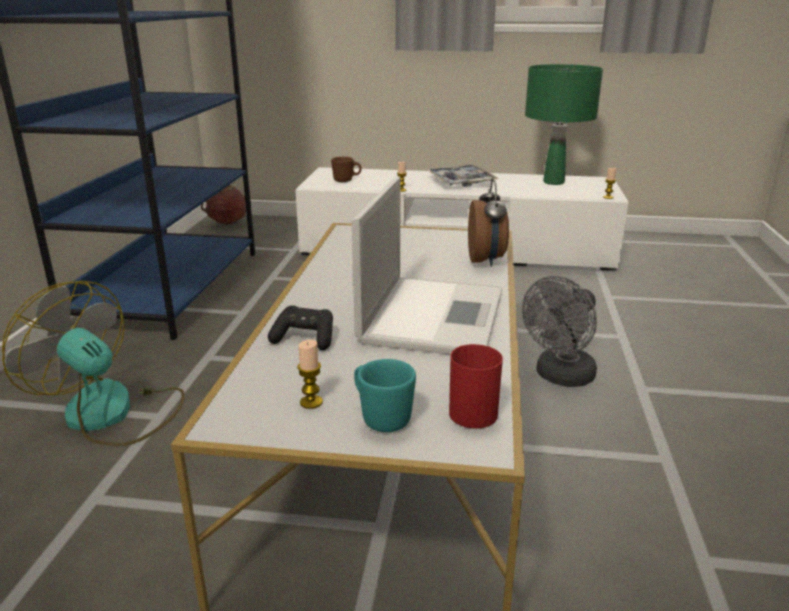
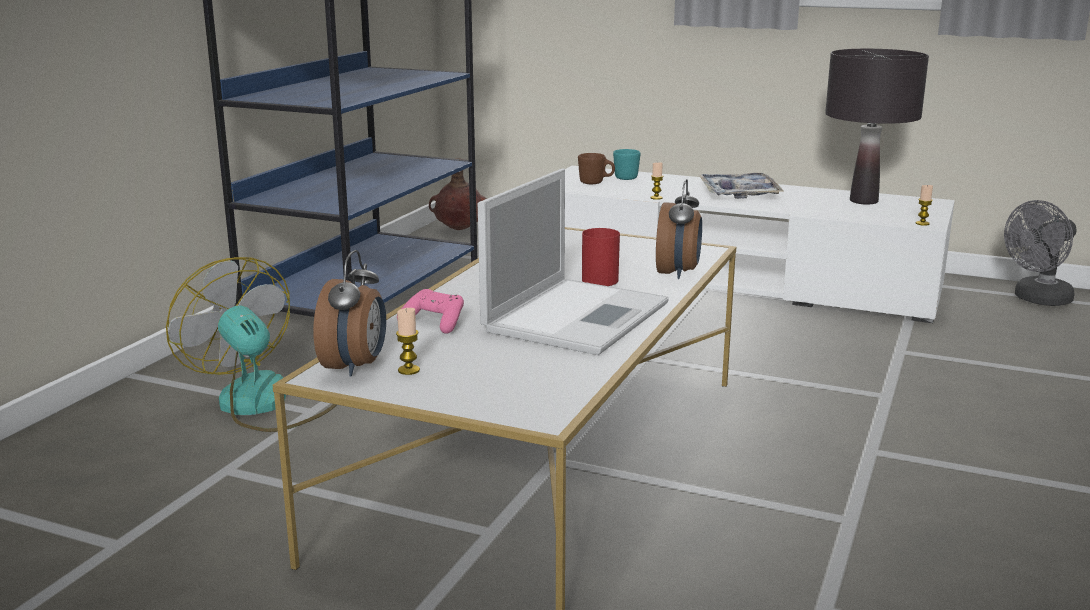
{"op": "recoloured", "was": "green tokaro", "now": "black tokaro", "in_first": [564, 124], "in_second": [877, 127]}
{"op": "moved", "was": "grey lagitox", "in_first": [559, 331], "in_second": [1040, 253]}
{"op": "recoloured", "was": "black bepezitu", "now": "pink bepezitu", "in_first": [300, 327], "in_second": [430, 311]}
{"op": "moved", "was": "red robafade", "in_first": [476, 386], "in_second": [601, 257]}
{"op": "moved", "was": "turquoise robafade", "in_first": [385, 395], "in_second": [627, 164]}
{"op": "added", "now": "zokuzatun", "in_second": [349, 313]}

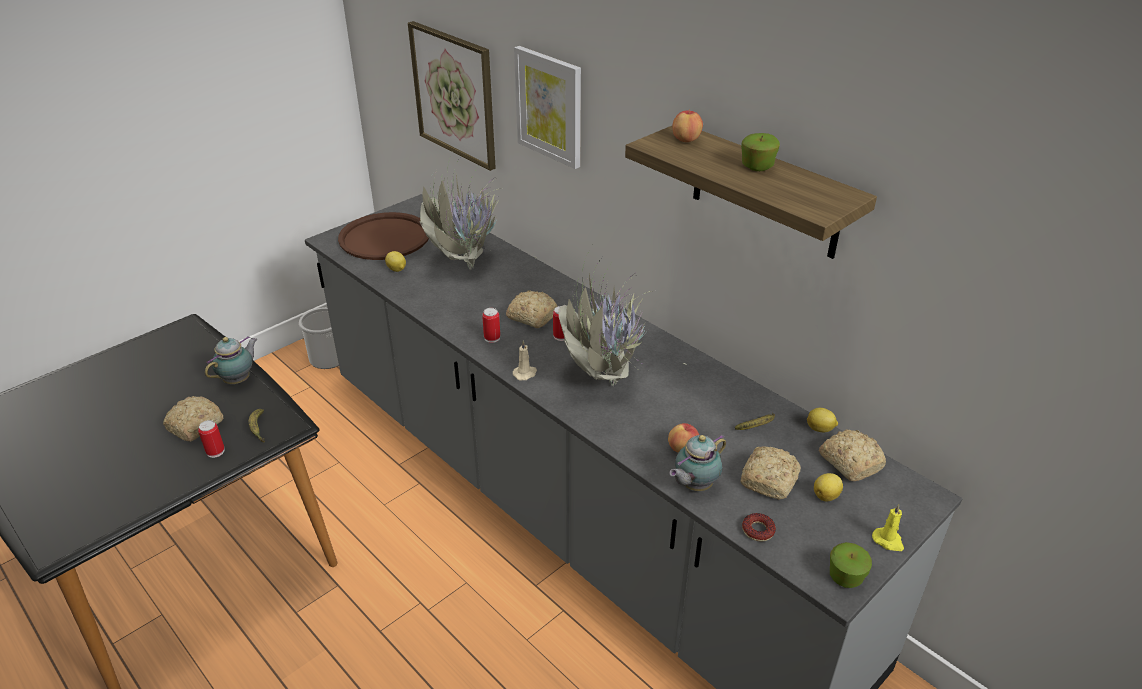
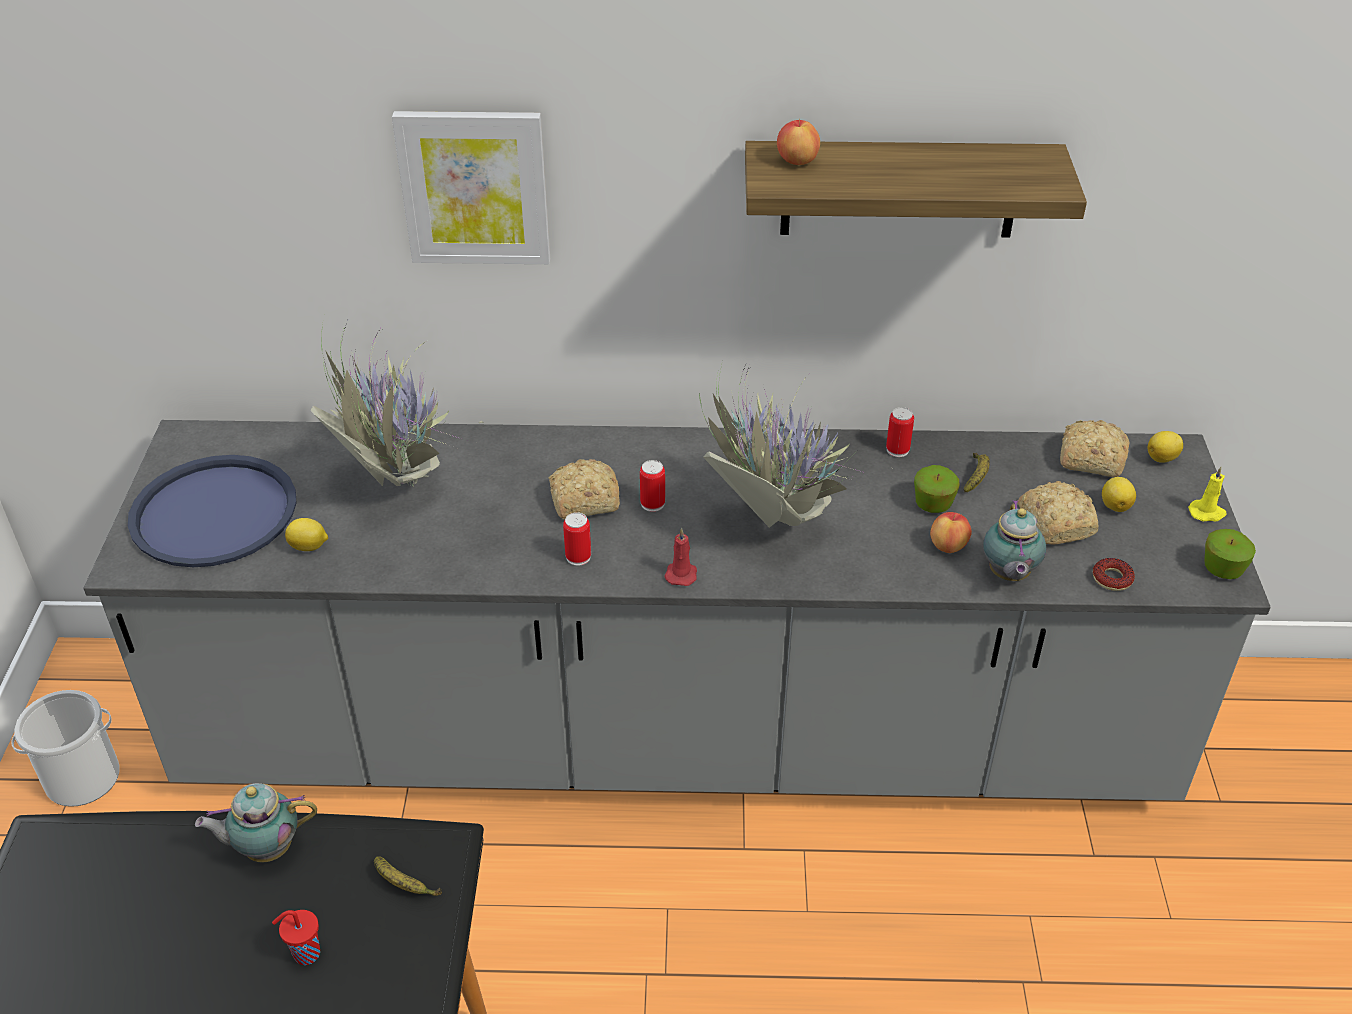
{"op": "removed", "was": "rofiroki", "in_first": [452, 96]}
{"op": "moved", "was": "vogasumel", "in_first": [760, 152], "in_second": [936, 489]}
{"op": "recoloured", "was": "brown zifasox", "now": "blue zifasox", "in_first": [383, 236], "in_second": [212, 511]}
{"op": "turned", "was": "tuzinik", "in_first": [231, 360], "in_second": [256, 823], "clockwise": -90}
{"op": "recoloured", "was": "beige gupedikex", "now": "red gupedikex", "in_first": [525, 360], "in_second": [680, 557]}
{"op": "replaced", "was": "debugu", "now": "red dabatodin", "in_first": [193, 419], "in_second": [296, 937]}
{"op": "moved", "was": "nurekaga", "in_first": [822, 420], "in_second": [1165, 447]}
{"op": "moved", "was": "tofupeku", "in_first": [211, 439], "in_second": [900, 432]}

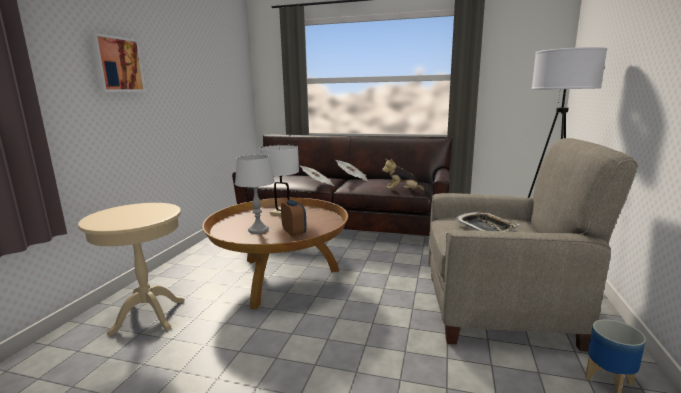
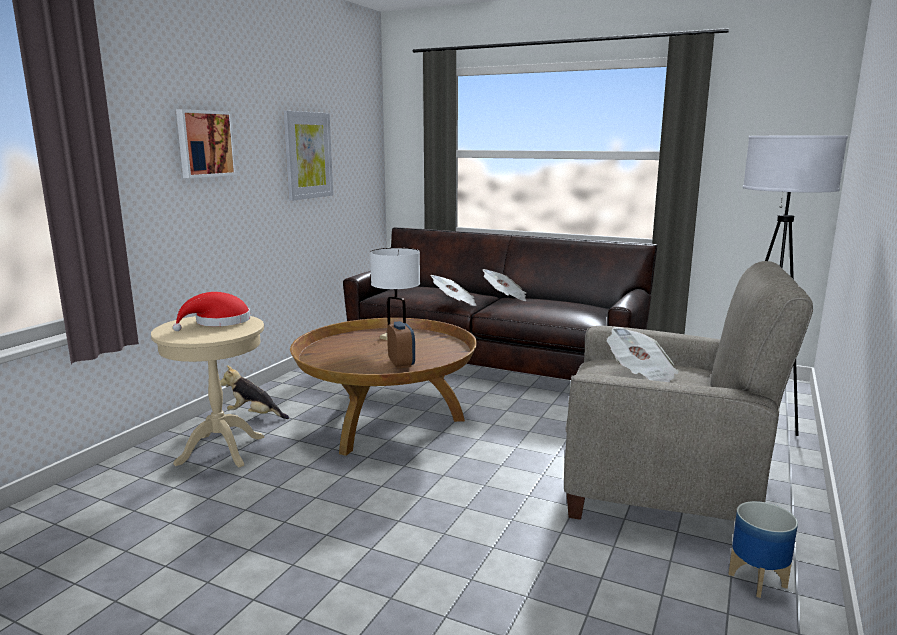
{"op": "removed", "was": "grey tokaro", "in_first": [255, 194]}
{"op": "moved", "was": "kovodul", "in_first": [405, 175], "in_second": [254, 392]}
{"op": "replaced", "was": "zifasox", "now": "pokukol", "in_first": [486, 221], "in_second": [643, 354]}
{"op": "added", "now": "rofiroki", "in_second": [308, 156]}
{"op": "added", "now": "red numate", "in_second": [211, 311]}

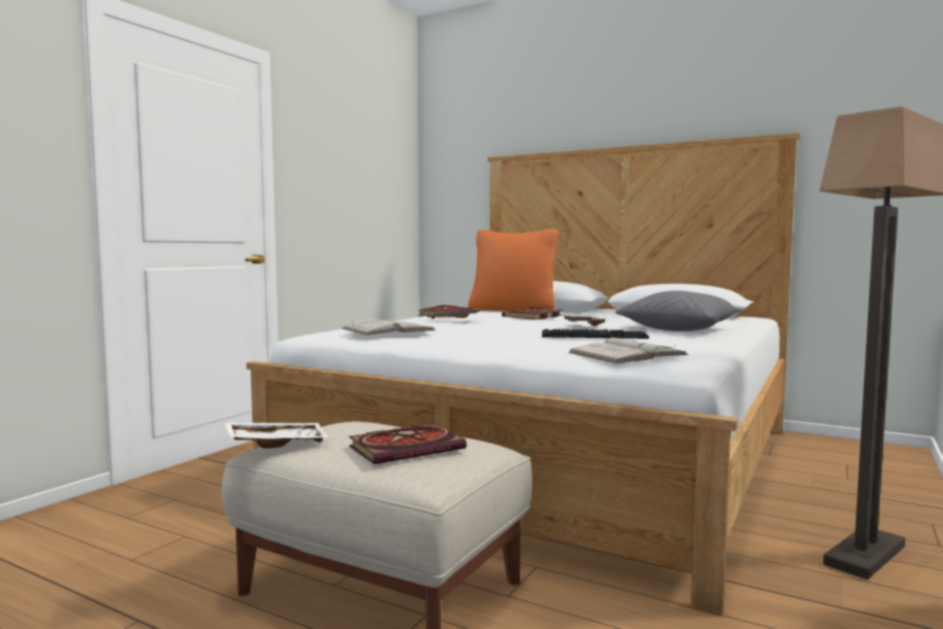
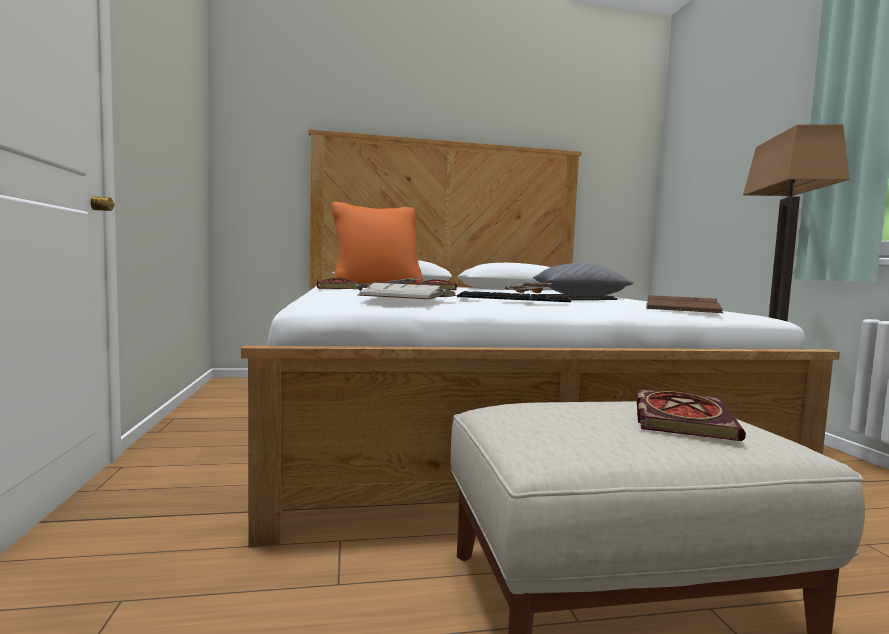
{"op": "recoloured", "was": "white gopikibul", "now": "brown gopikibul", "in_first": [628, 350], "in_second": [685, 304]}
{"op": "removed", "was": "white zifasox", "in_first": [277, 435]}
{"op": "added", "now": "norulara", "in_second": [514, 296]}

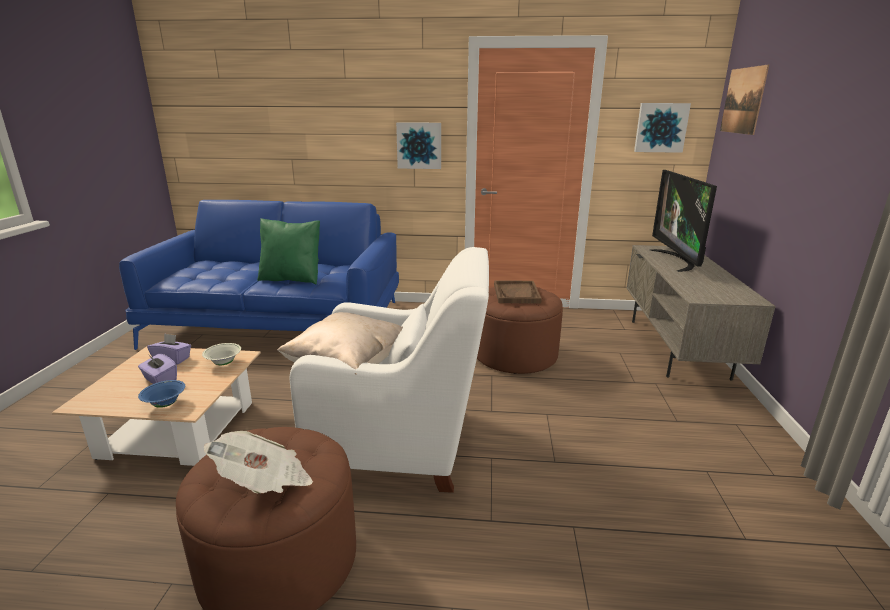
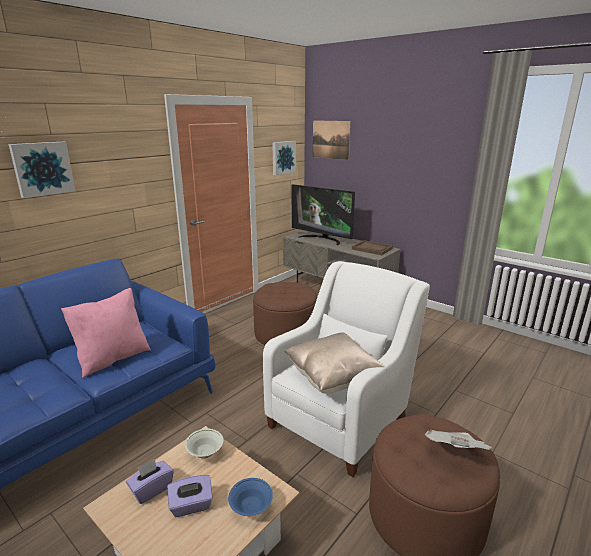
{"op": "moved", "was": "rofiroki", "in_first": [418, 145], "in_second": [41, 170]}
{"op": "recoloured", "was": "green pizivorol", "now": "pink pizivorol", "in_first": [288, 251], "in_second": [106, 333]}
{"op": "moved", "was": "brown zifasox", "in_first": [518, 292], "in_second": [372, 247]}

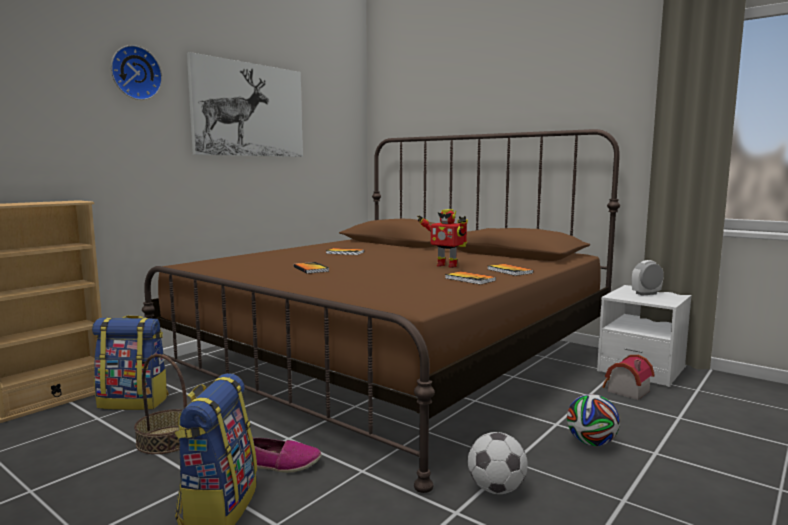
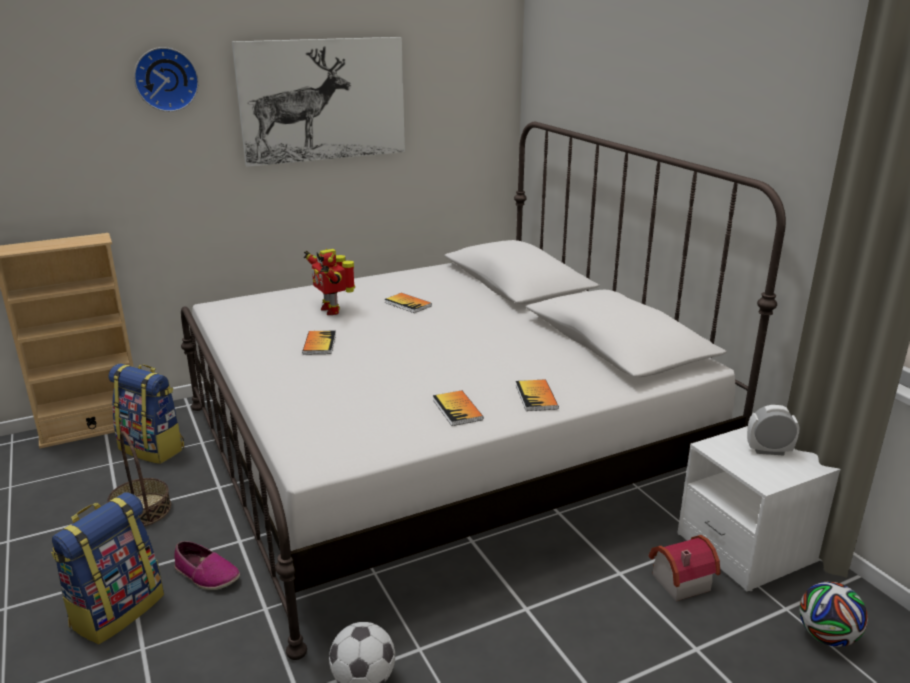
{"op": "recoloured", "was": "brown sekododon", "now": "white sekododon", "in_first": [381, 311], "in_second": [483, 391]}
{"op": "moved", "was": "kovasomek", "in_first": [442, 238], "in_second": [329, 282]}
{"op": "moved", "was": "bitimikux", "in_first": [593, 420], "in_second": [833, 614]}

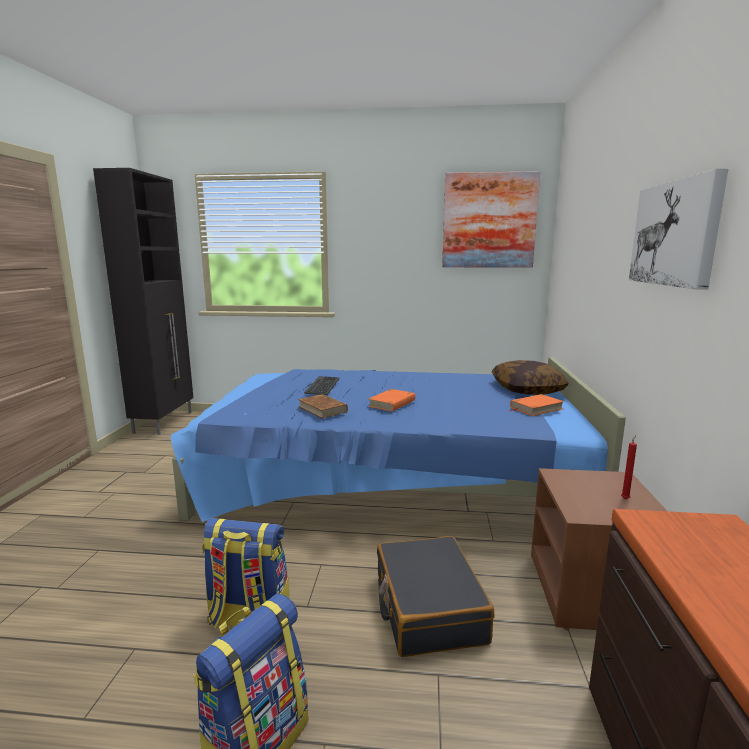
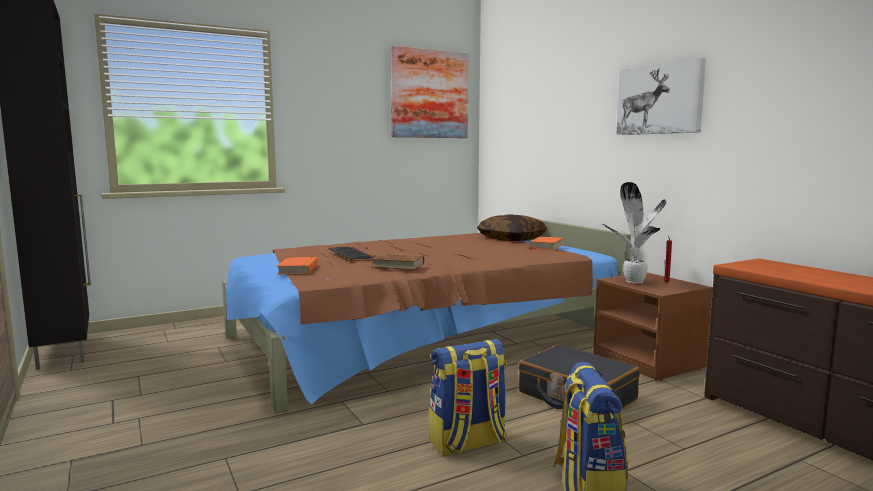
{"op": "recoloured", "was": "blue sekododon", "now": "brown sekododon", "in_first": [398, 439], "in_second": [426, 313]}
{"op": "moved", "was": "orange gopikibul", "in_first": [391, 400], "in_second": [297, 266]}
{"op": "added", "now": "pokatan", "in_second": [634, 233]}

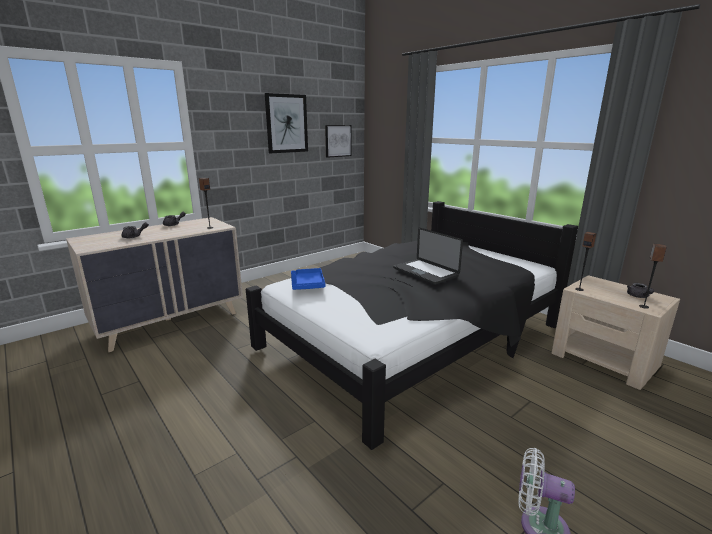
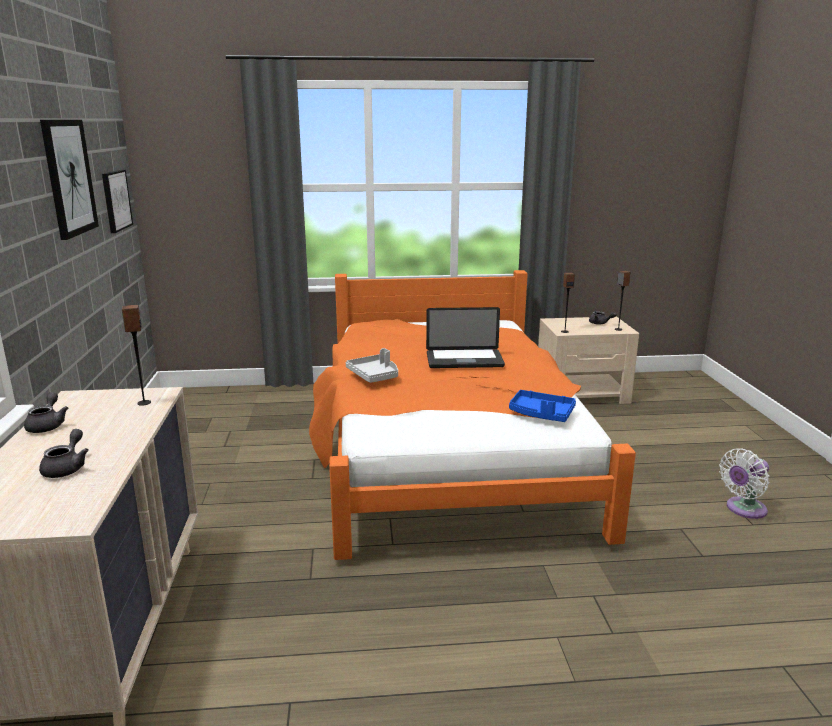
{"op": "recoloured", "was": "black sekododon", "now": "orange sekododon", "in_first": [412, 325], "in_second": [472, 415]}
{"op": "moved", "was": "blue zifasox", "in_first": [308, 279], "in_second": [542, 406]}
{"op": "added", "now": "grey zifasox", "in_second": [372, 365]}

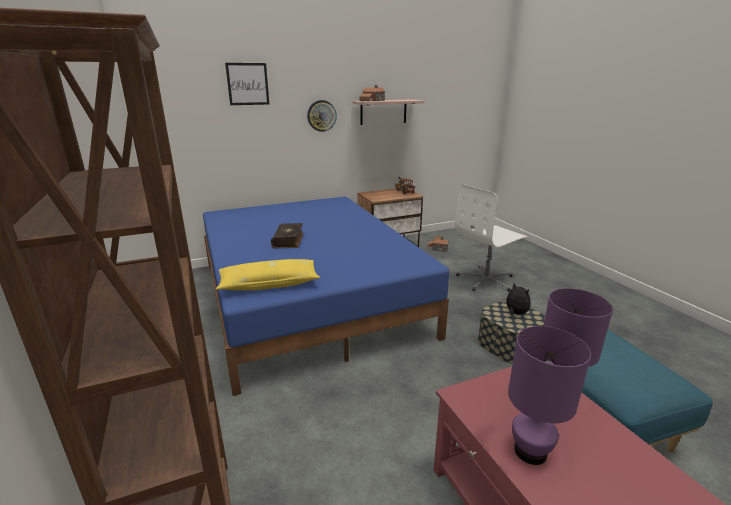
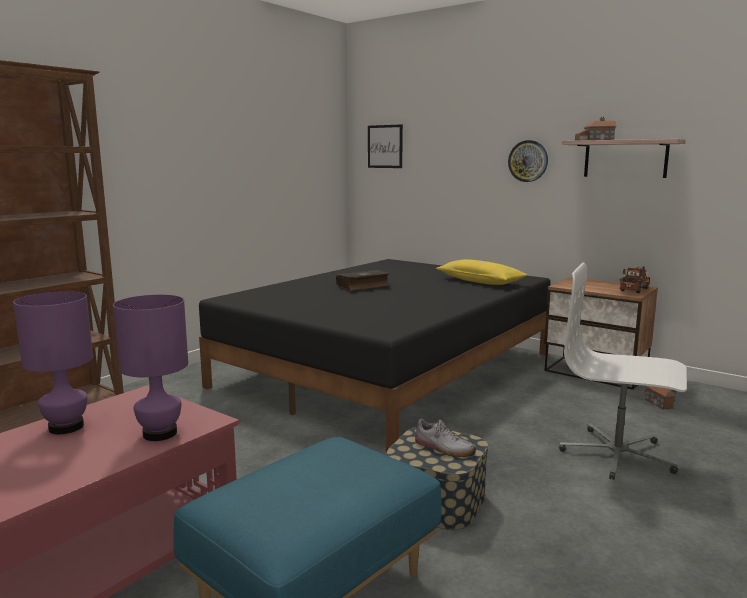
{"op": "moved", "was": "rofiroki", "in_first": [247, 84], "in_second": [385, 146]}
{"op": "recoloured", "was": "blue sekododon", "now": "black sekododon", "in_first": [326, 296], "in_second": [375, 355]}
{"op": "moved", "was": "yellow pizivorol", "in_first": [268, 274], "in_second": [482, 272]}
{"op": "replaced", "was": "kovodul", "now": "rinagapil", "in_first": [516, 299], "in_second": [445, 437]}

